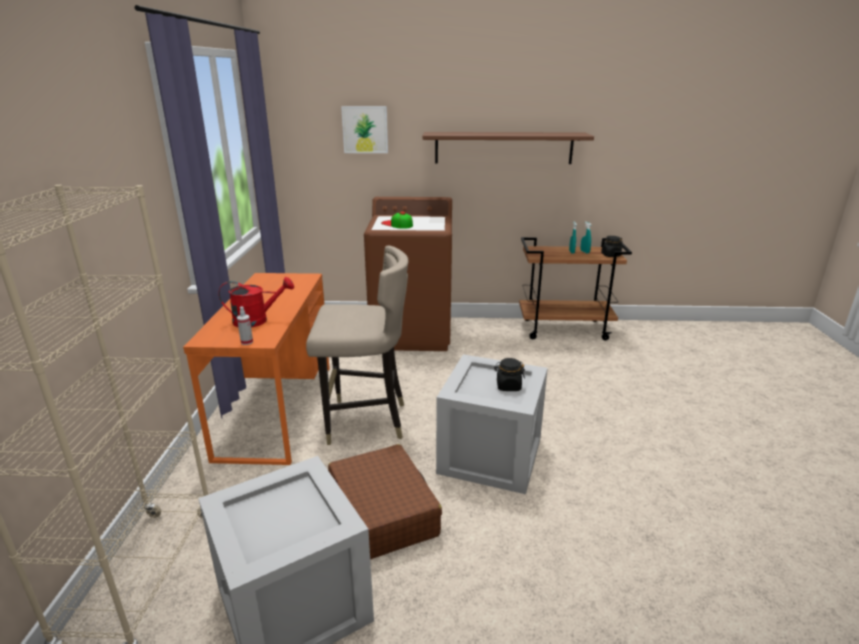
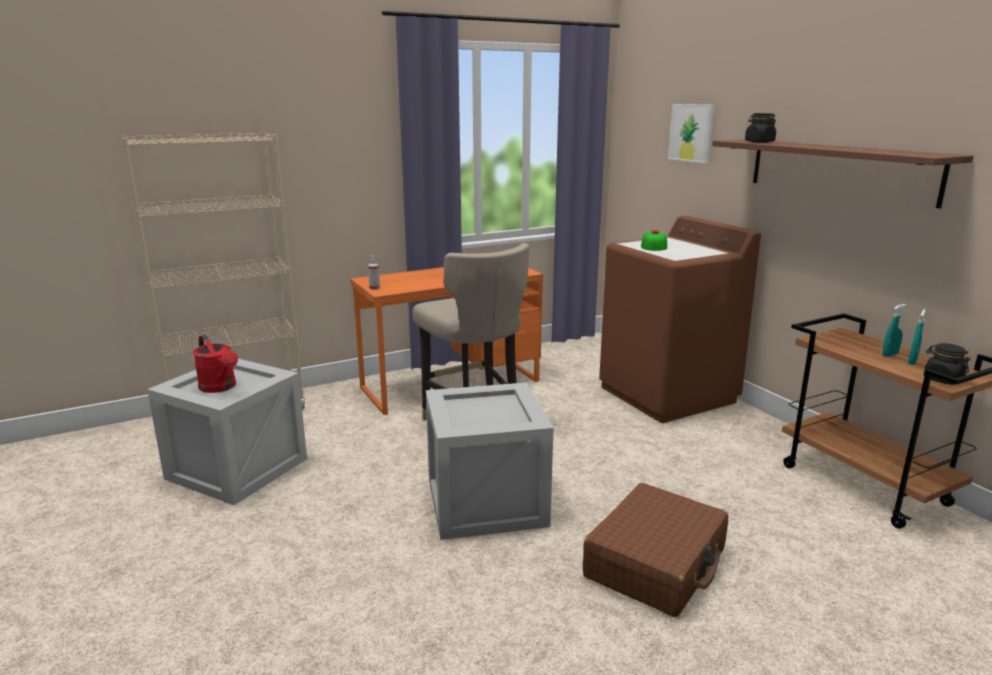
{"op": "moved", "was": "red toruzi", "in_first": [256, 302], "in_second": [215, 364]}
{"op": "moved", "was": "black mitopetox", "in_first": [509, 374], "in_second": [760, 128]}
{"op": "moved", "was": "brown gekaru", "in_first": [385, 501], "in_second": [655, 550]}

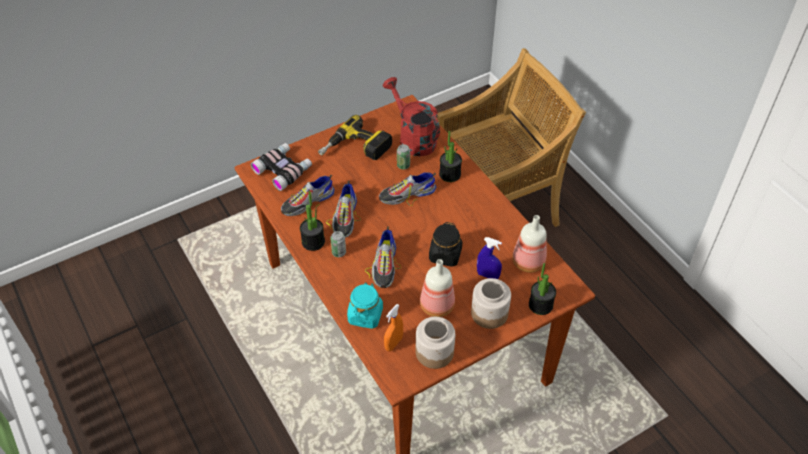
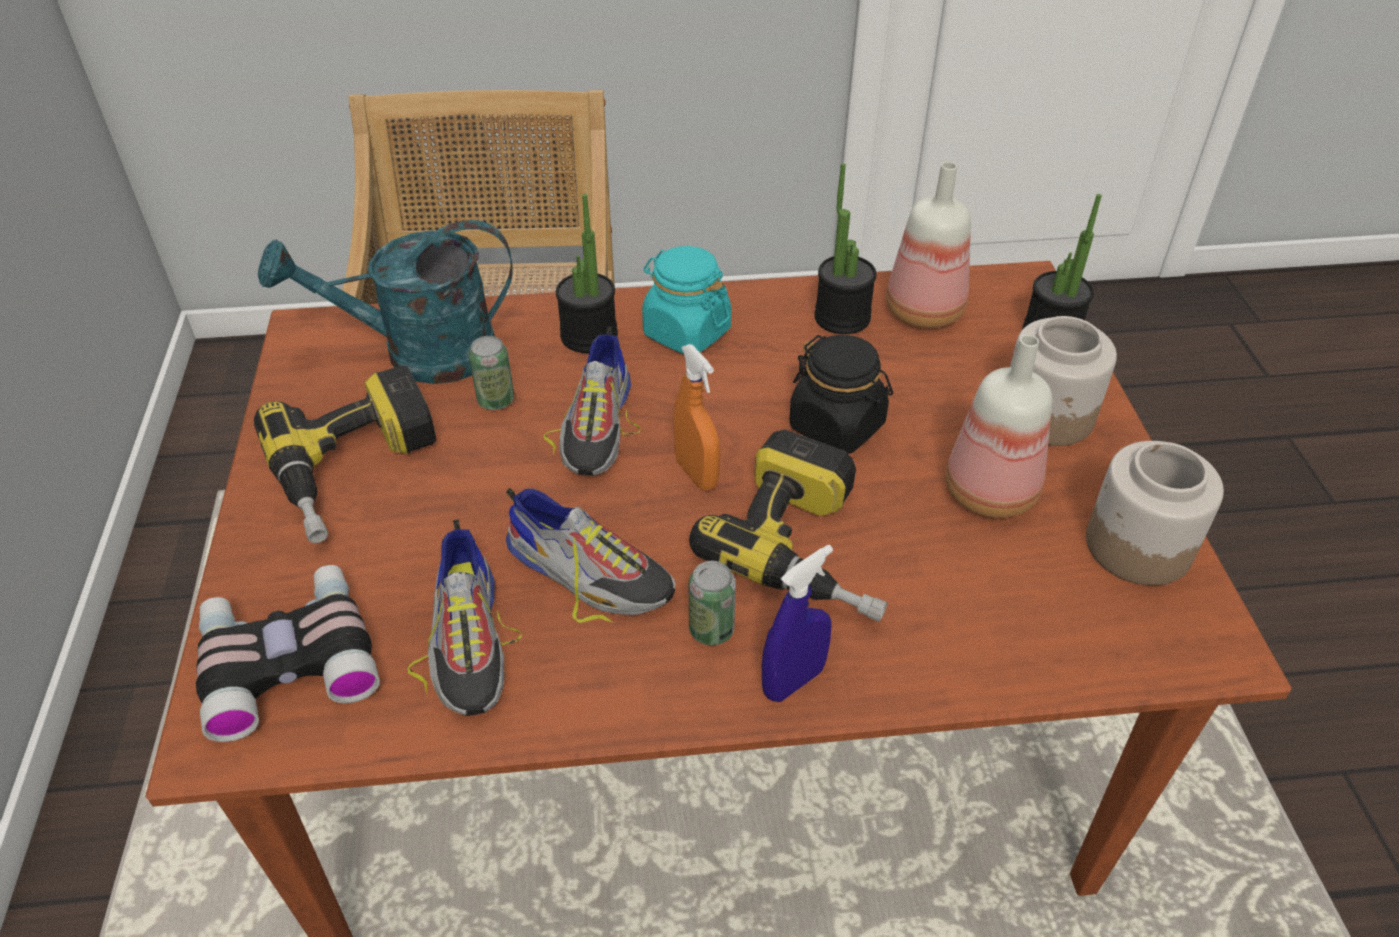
{"op": "recoloured", "was": "red toruzi", "now": "turquoise toruzi", "in_first": [411, 116], "in_second": [385, 302]}
{"op": "moved", "was": "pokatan", "in_first": [312, 220], "in_second": [845, 248]}
{"op": "replaced", "was": "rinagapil", "now": "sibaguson", "in_first": [383, 257], "in_second": [788, 525]}
{"op": "moved", "was": "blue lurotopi", "in_first": [489, 258], "in_second": [797, 623]}
{"op": "moved", "was": "turquoise mitopetox", "in_first": [365, 305], "in_second": [686, 300]}
{"op": "moved", "was": "orange lurotopi", "in_first": [393, 328], "in_second": [697, 417]}

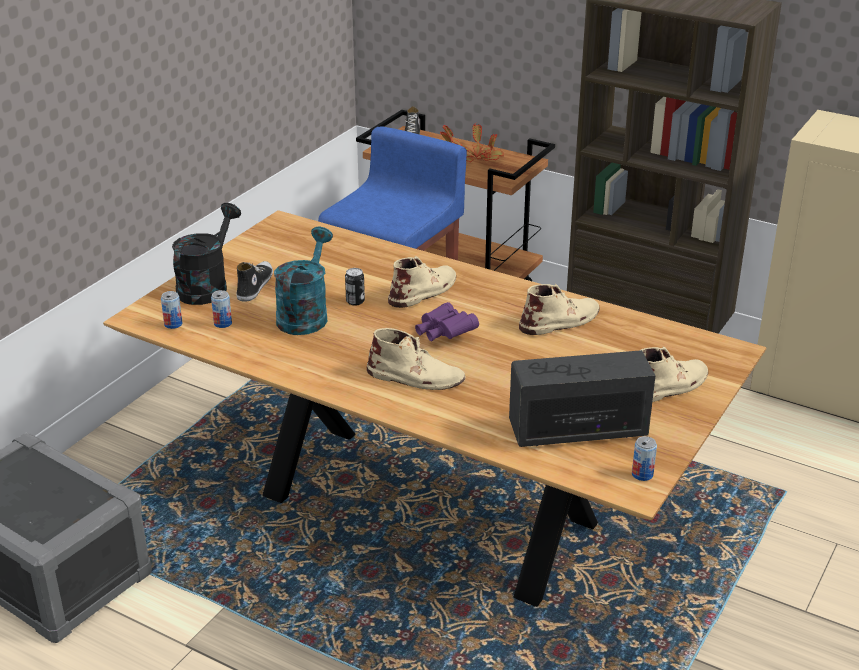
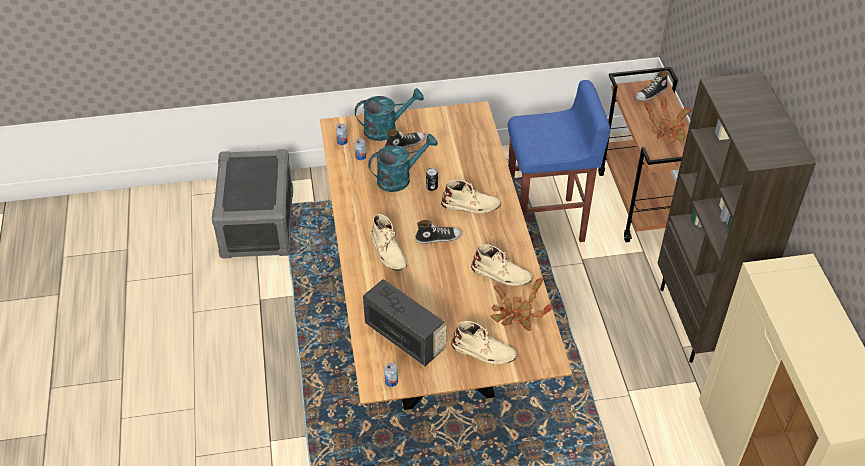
{"op": "recoloured", "was": "black toruzi", "now": "turquoise toruzi", "in_first": [206, 254], "in_second": [389, 114]}
{"op": "replaced", "was": "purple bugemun", "now": "rinagapil", "in_first": [447, 321], "in_second": [438, 232]}
{"op": "added", "now": "pokatan", "in_second": [522, 304]}

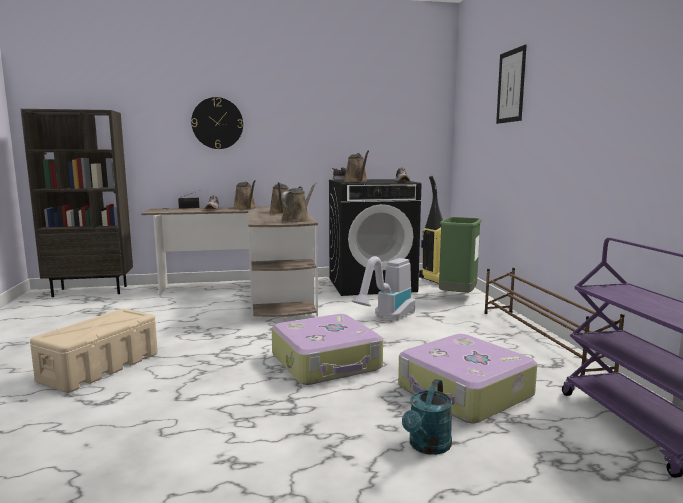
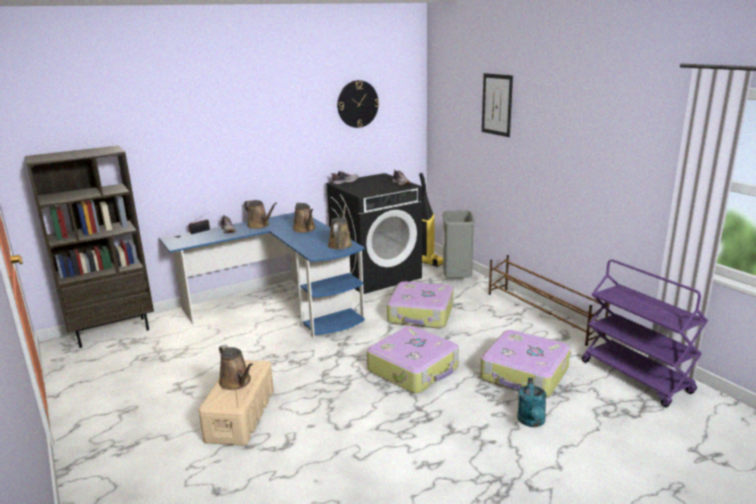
{"op": "moved", "was": "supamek", "in_first": [217, 123], "in_second": [358, 104]}
{"op": "moved", "was": "brown toruzi", "in_first": [357, 166], "in_second": [236, 367]}
{"op": "recoloured", "was": "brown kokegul", "now": "blue kokegul", "in_first": [229, 263], "in_second": [262, 275]}
{"op": "recoloured", "was": "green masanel", "now": "grey masanel", "in_first": [460, 255], "in_second": [459, 244]}
{"op": "replaced", "was": "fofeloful", "now": "gekaru", "in_first": [383, 288], "in_second": [420, 304]}

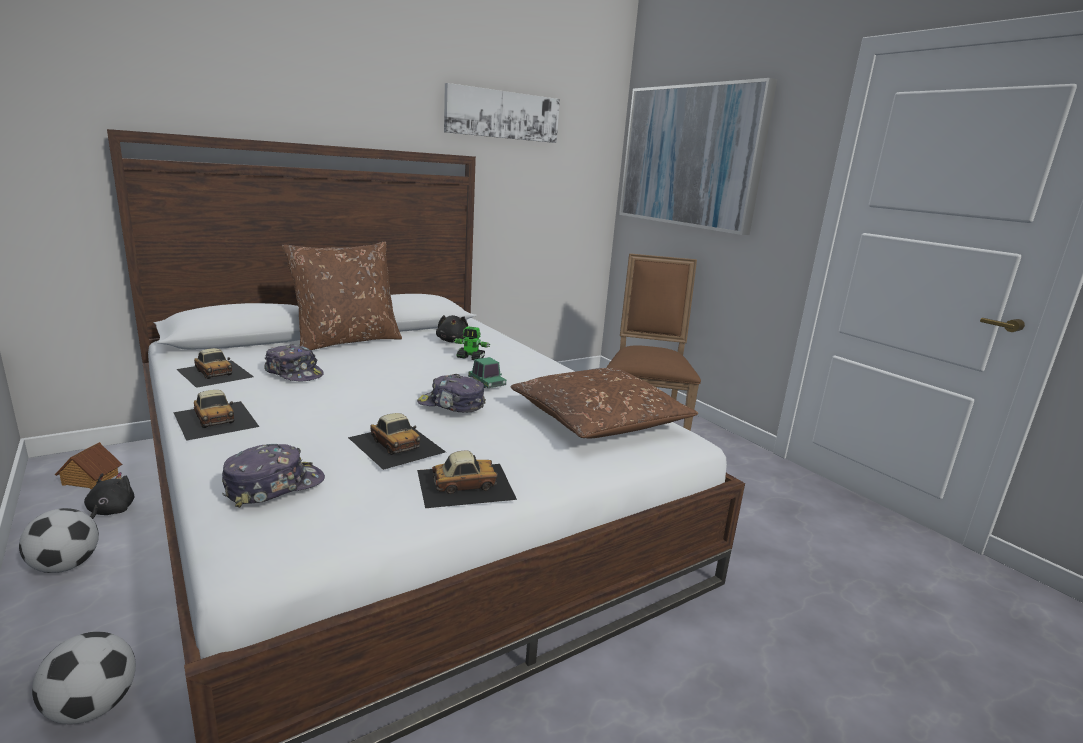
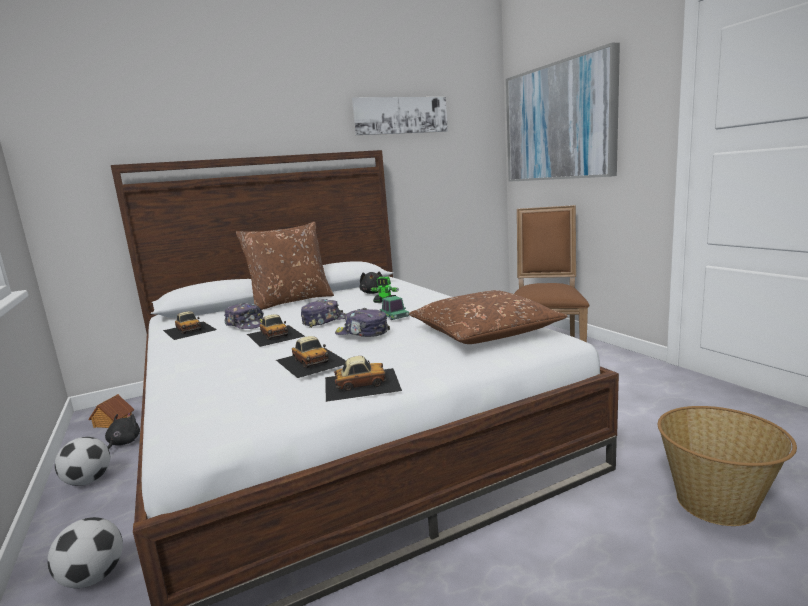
{"op": "moved", "was": "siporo", "in_first": [216, 415], "in_second": [276, 331]}
{"op": "moved", "was": "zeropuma", "in_first": [273, 476], "in_second": [323, 313]}
{"op": "added", "now": "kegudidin", "in_second": [727, 466]}

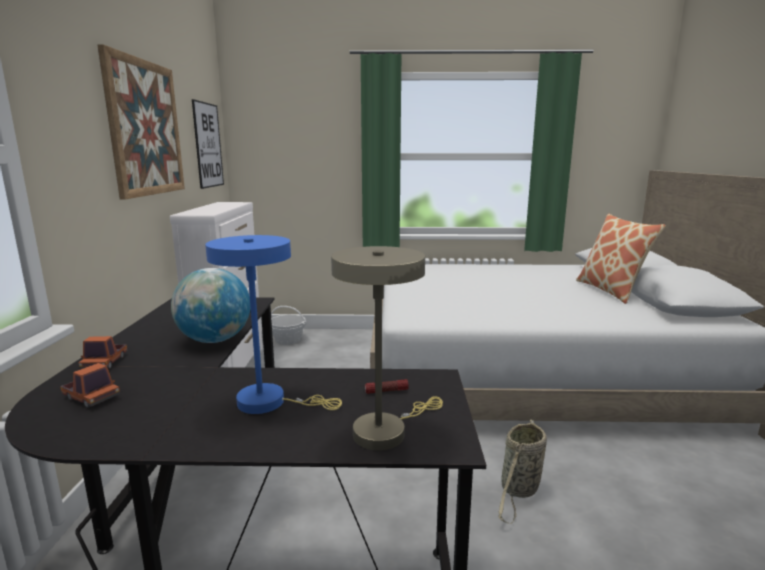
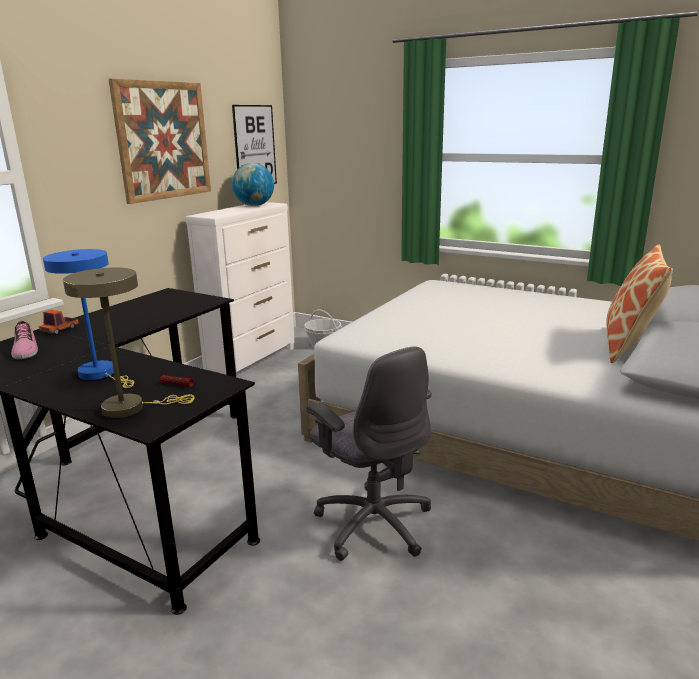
{"op": "moved", "was": "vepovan", "in_first": [211, 305], "in_second": [253, 184]}
{"op": "replaced", "was": "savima", "now": "rinagapil", "in_first": [90, 385], "in_second": [24, 340]}
{"op": "replaced", "was": "kegudidin", "now": "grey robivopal", "in_first": [522, 471], "in_second": [369, 454]}

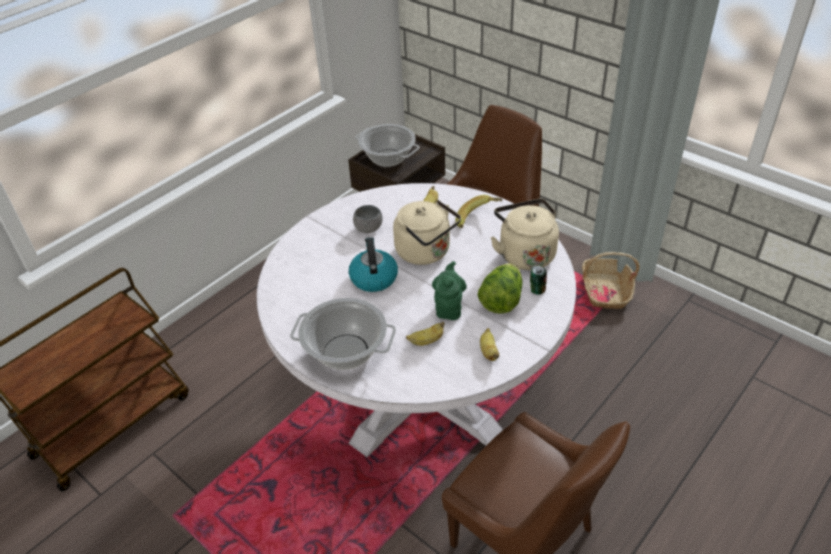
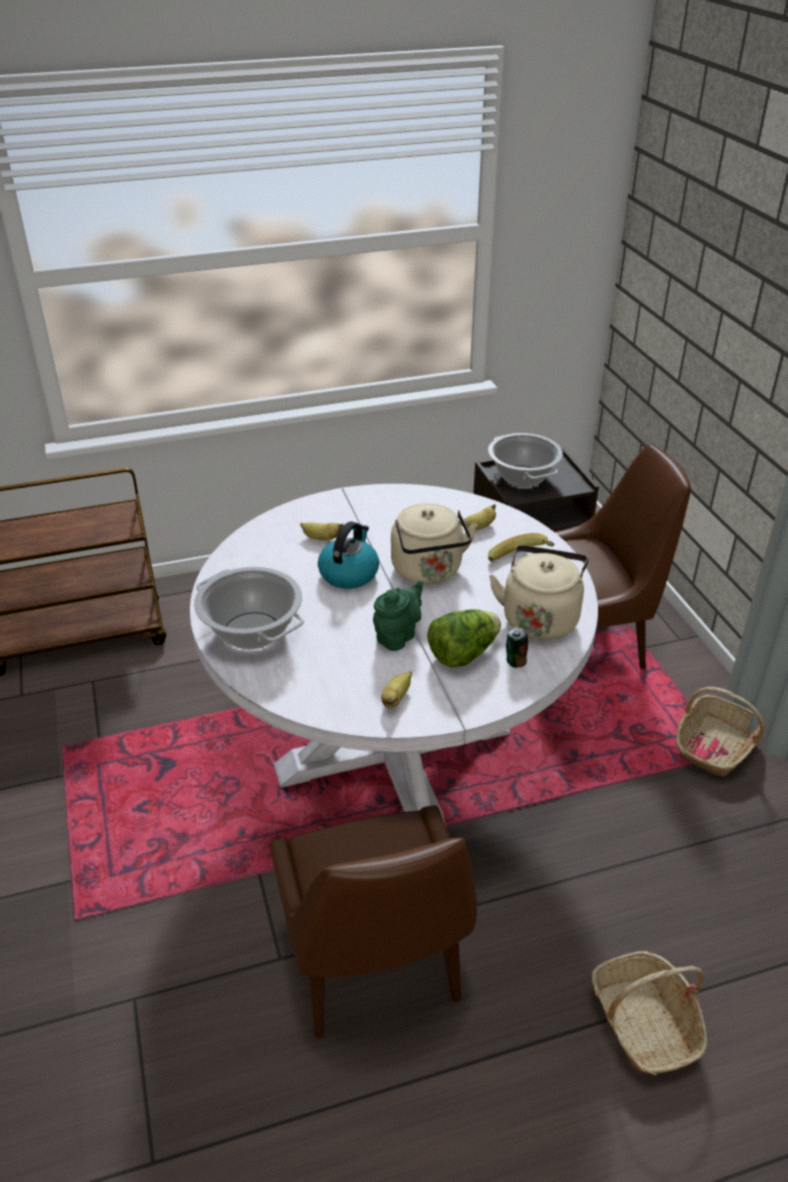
{"op": "removed", "was": "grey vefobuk", "in_first": [368, 219]}
{"op": "moved", "was": "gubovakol", "in_first": [425, 334], "in_second": [321, 531]}
{"op": "added", "now": "kegudidin", "in_second": [650, 1013]}

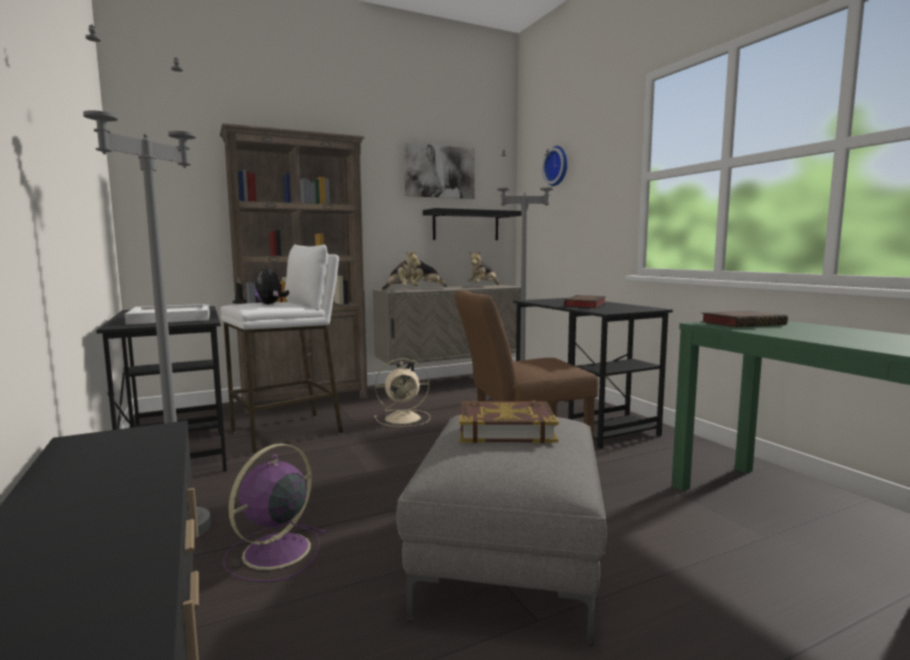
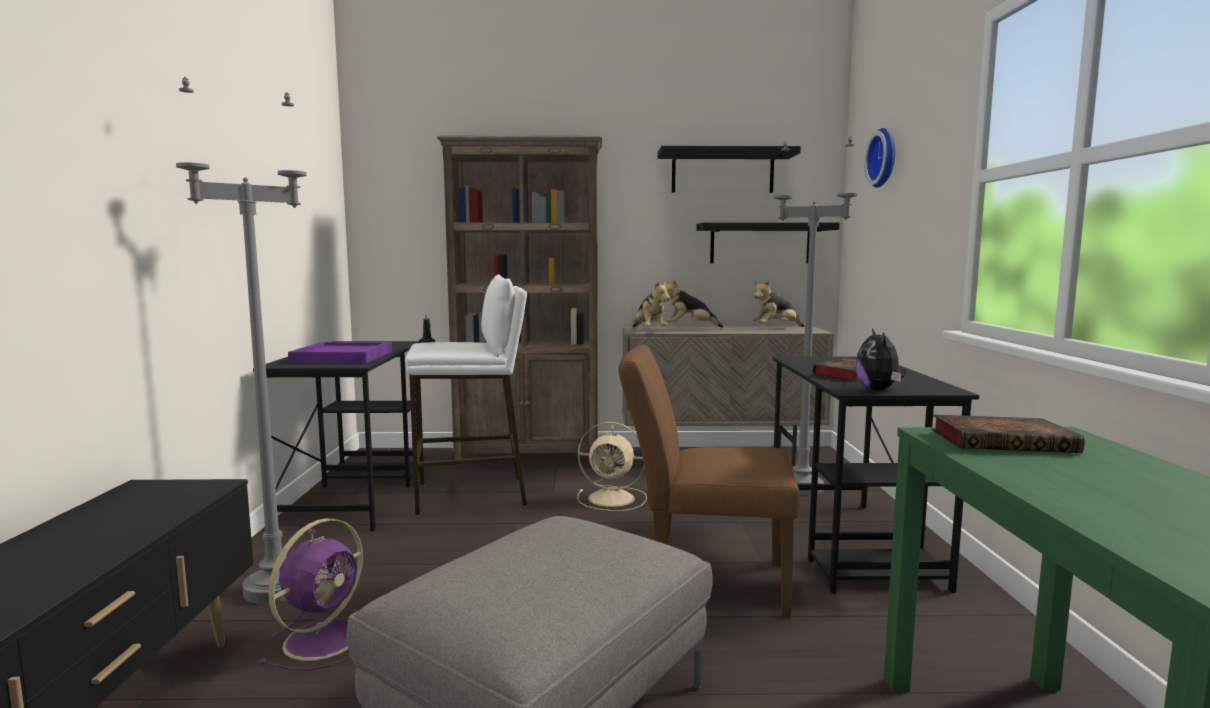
{"op": "replaced", "was": "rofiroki", "now": "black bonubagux", "in_first": [439, 170], "in_second": [729, 169]}
{"op": "moved", "was": "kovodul", "in_first": [271, 284], "in_second": [880, 360]}
{"op": "recoloured", "was": "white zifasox", "now": "purple zifasox", "in_first": [167, 314], "in_second": [340, 352]}
{"op": "removed", "was": "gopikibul", "in_first": [509, 421]}
{"op": "turned", "was": "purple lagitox", "in_first": [275, 512], "in_second": [310, 594], "clockwise": 150}

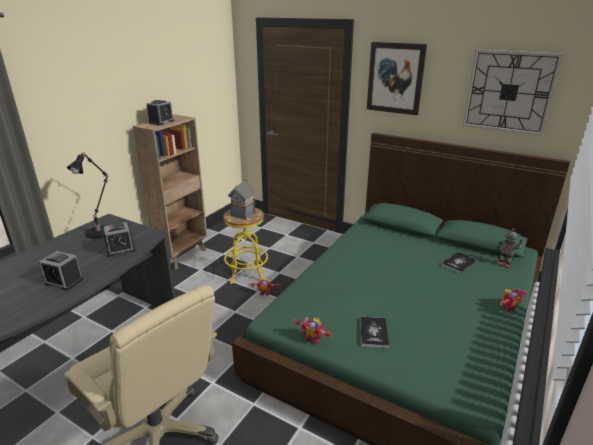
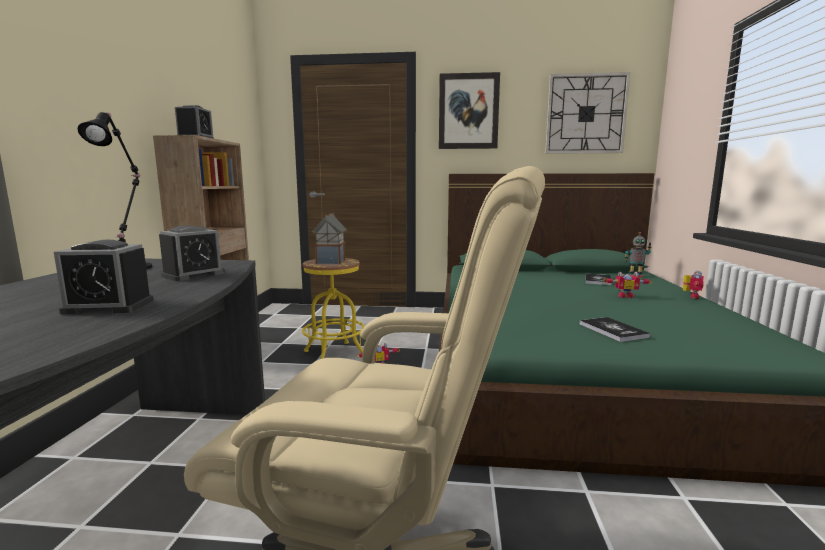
{"op": "moved", "was": "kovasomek", "in_first": [313, 330], "in_second": [627, 284]}

